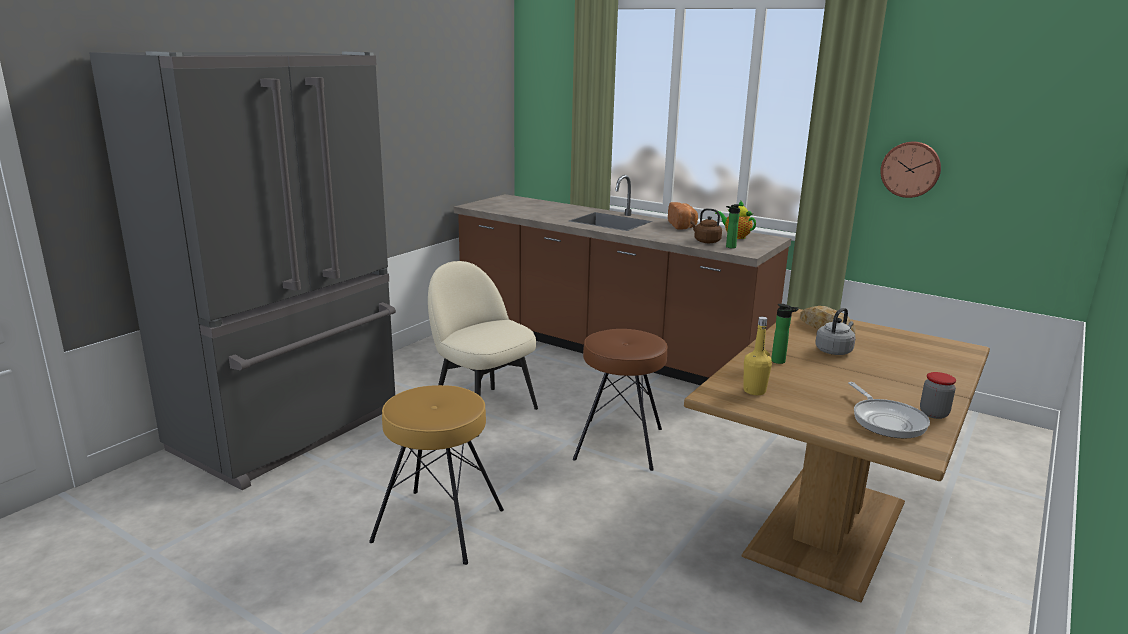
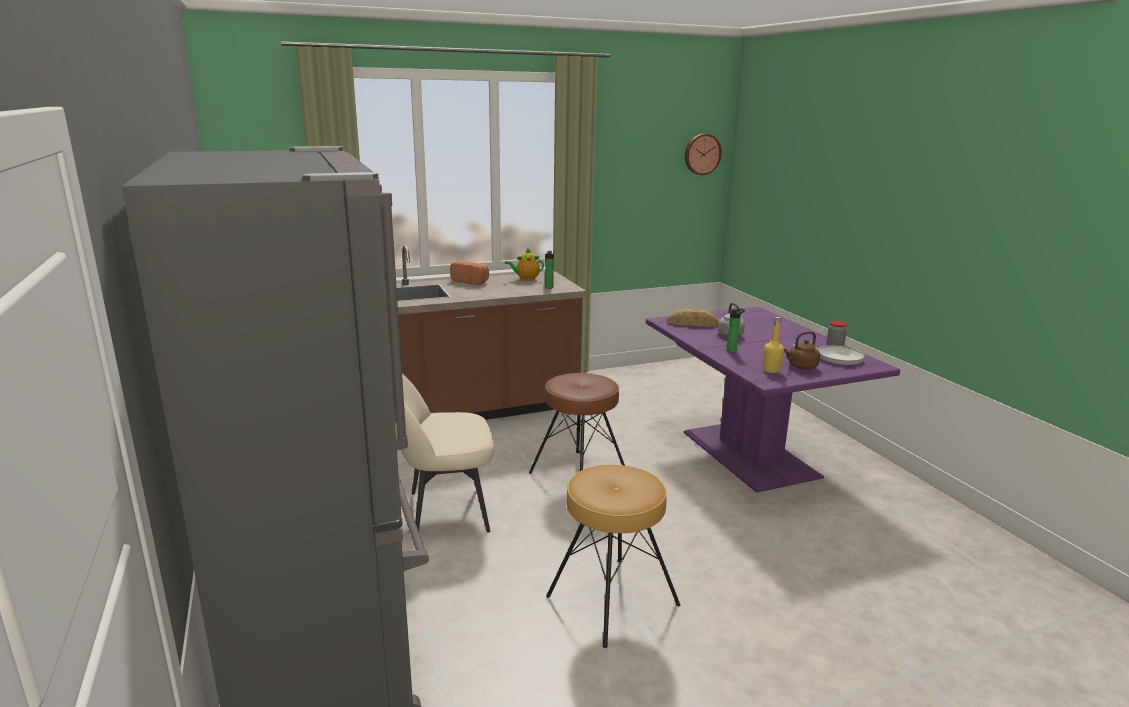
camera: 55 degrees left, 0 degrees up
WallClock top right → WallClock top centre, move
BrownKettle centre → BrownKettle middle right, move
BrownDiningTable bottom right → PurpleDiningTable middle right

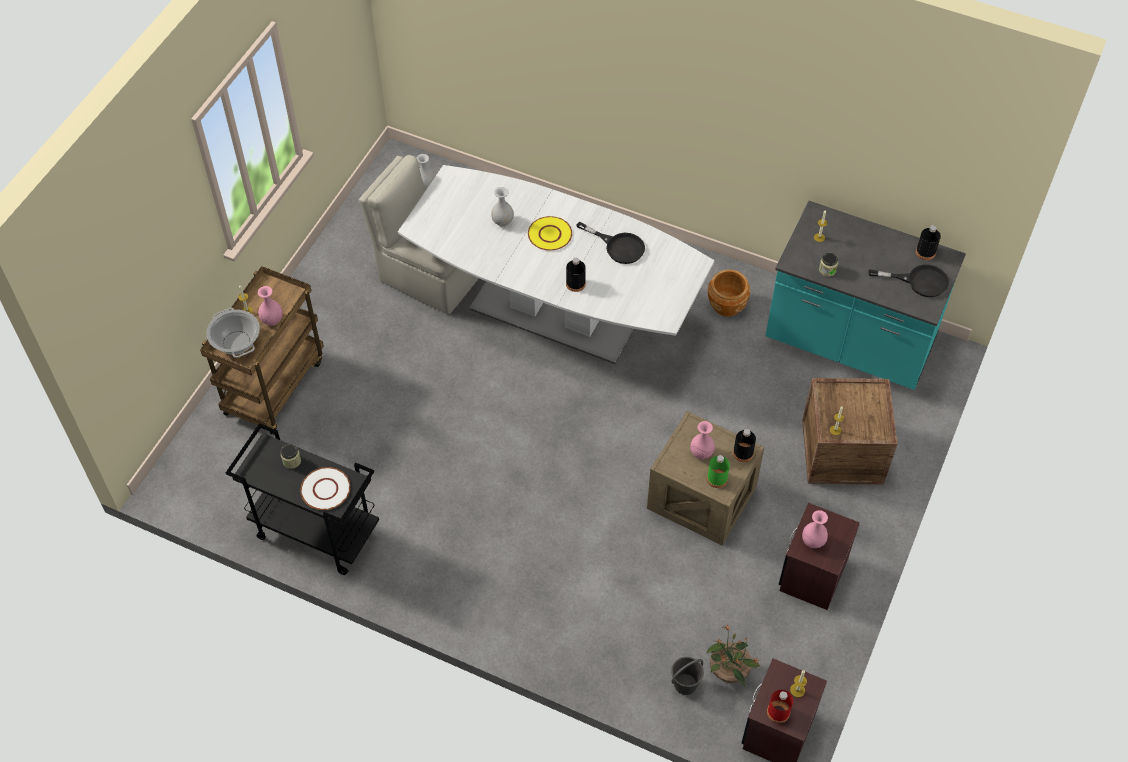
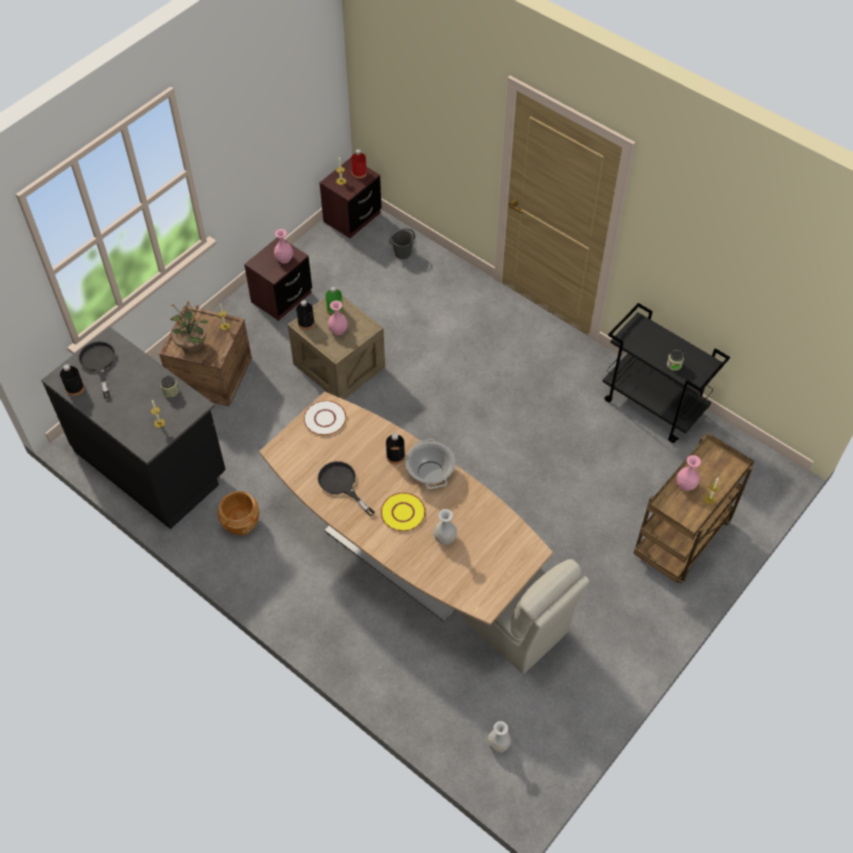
camera: 165 degrees left, 0 degrees up
WhiteDiningTable centre → BrownDiningTable centre
TurquoiseCounter middle right → BlackCounter middle left
BlackFryingPan (2nd from left in the first image) middle right → BlackFryingPan (1st from left) middle left, 45 degrees clockwise
CookingPot middle left → CookingPot centre, move
WhitePlate middle left → WhitePlate centre, move
PottedPlant bottom centre → PottedPlant middle left, move

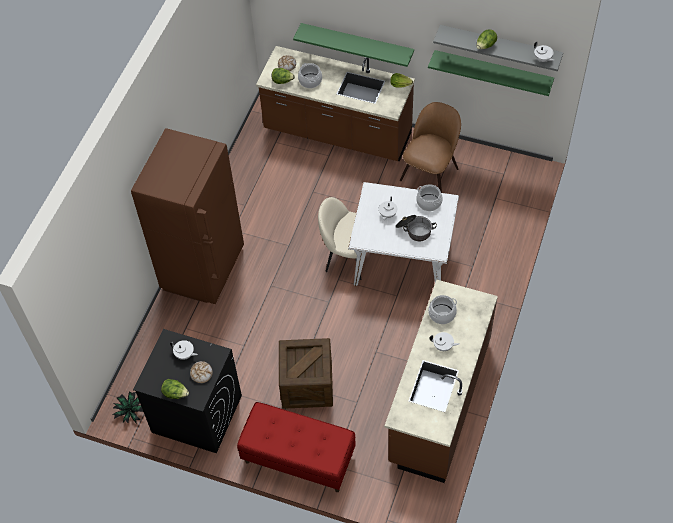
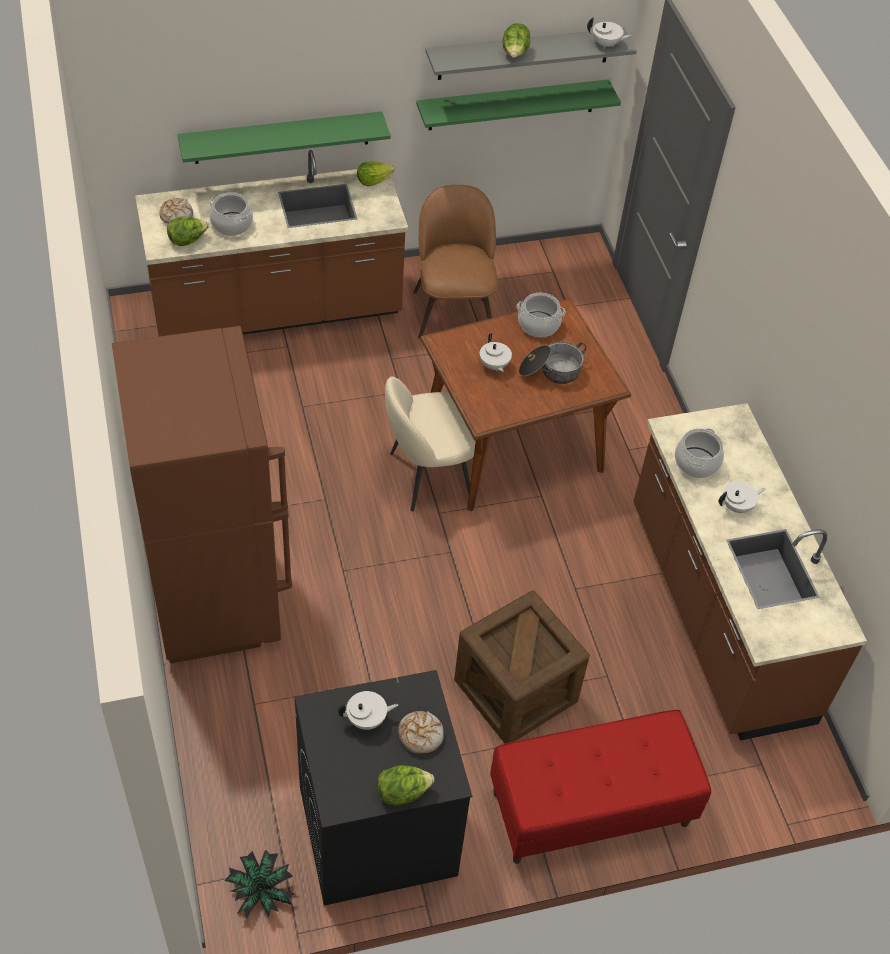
camera: 40 degrees left, 5 degrees down
WhiteDiningTable centre → BrownDiningTable centre

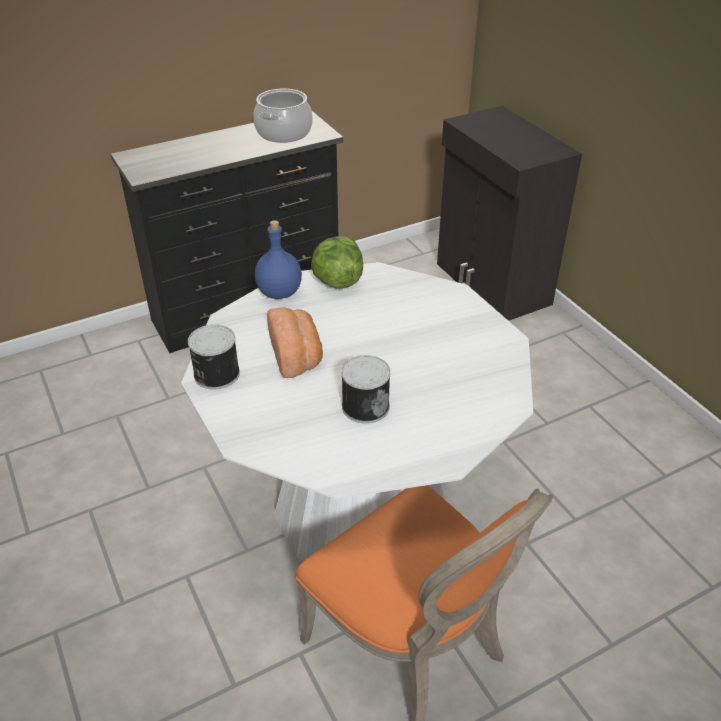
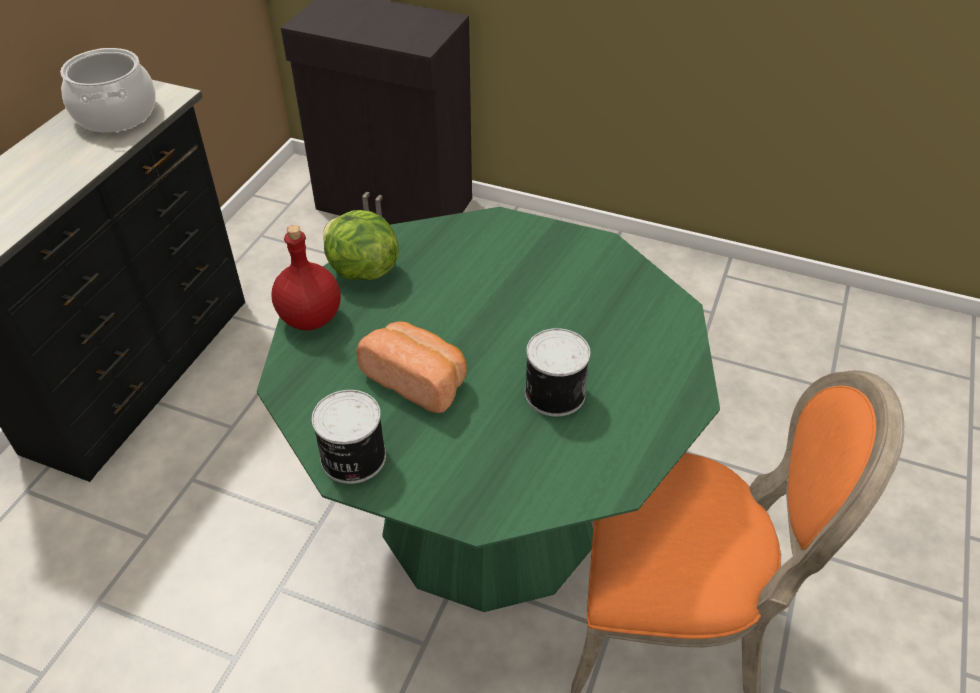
camera: 40 degrees left, 5 degrees up
BlueBottle centre → RedBottle middle left
WhiteDiningTable centre → GreenDiningTable centre

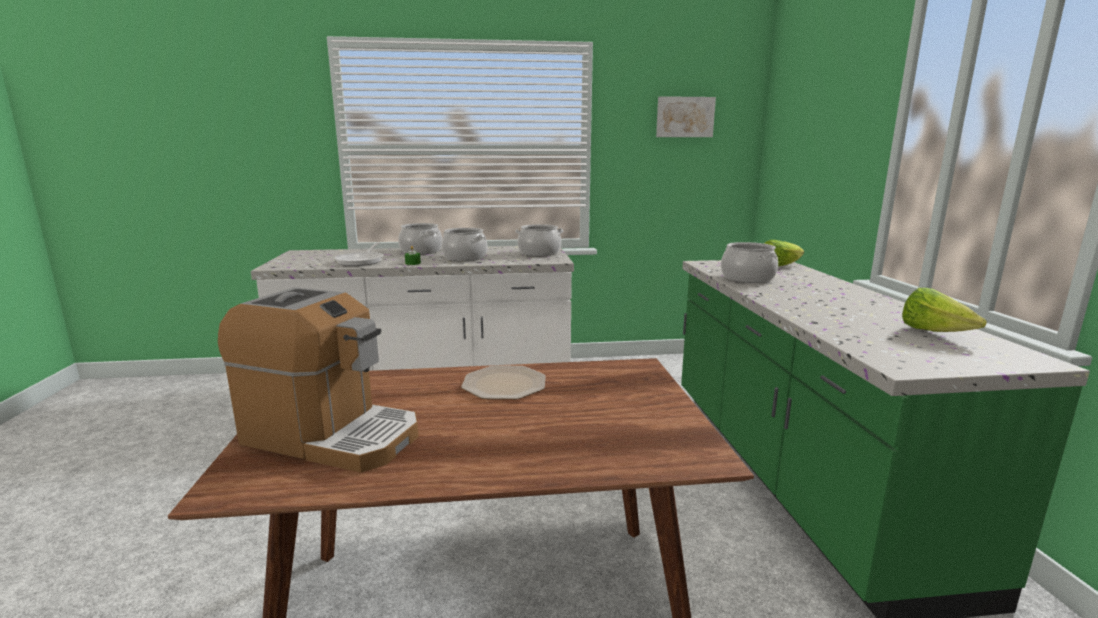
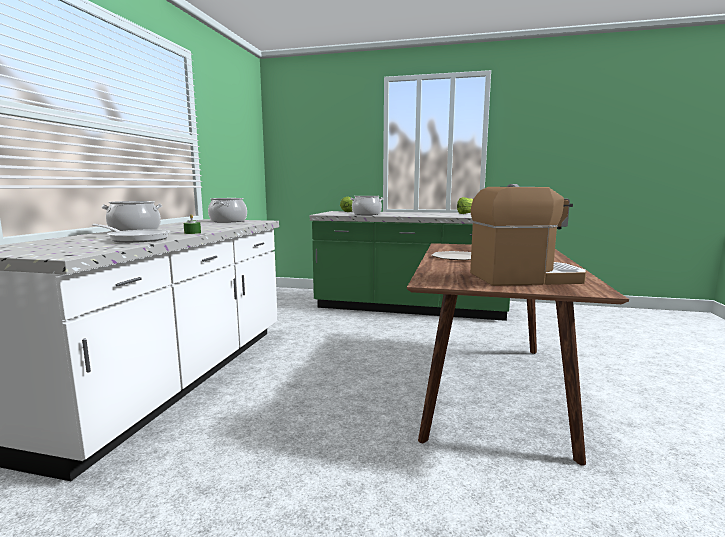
camera: 70 degrees left, 5 degrees down
Picture top centre → -
CookingPot (2nd from left) centre → -
CoffeeMachine middle left → CoffeeMachine middle right, 45 degrees clockwise

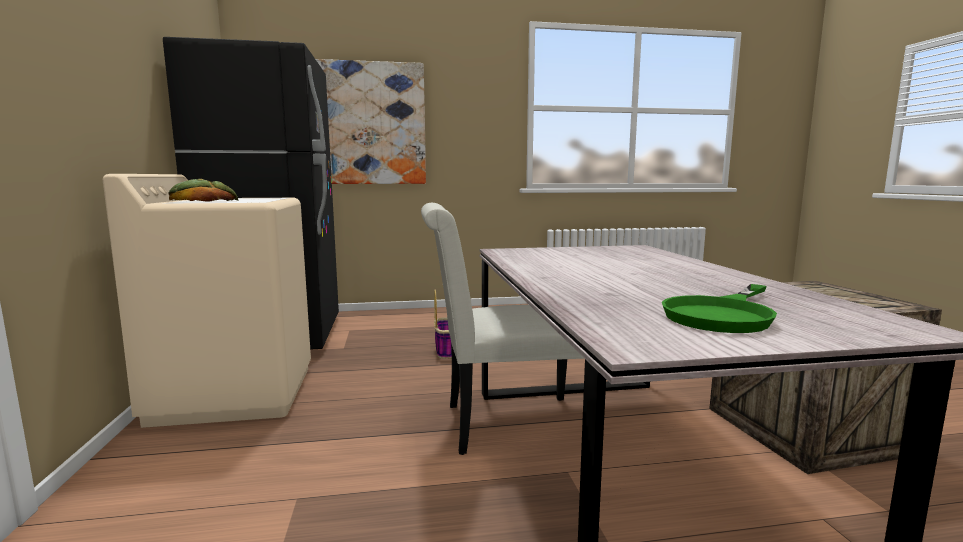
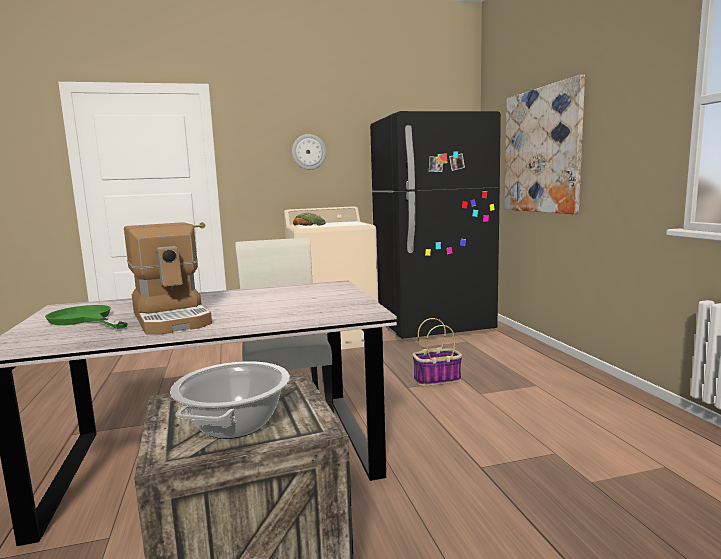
camera: 85 degrees right, 0 degrees up
- → WallClock top centre
- → CoffeeMachine middle left
- → CookingPot bottom left

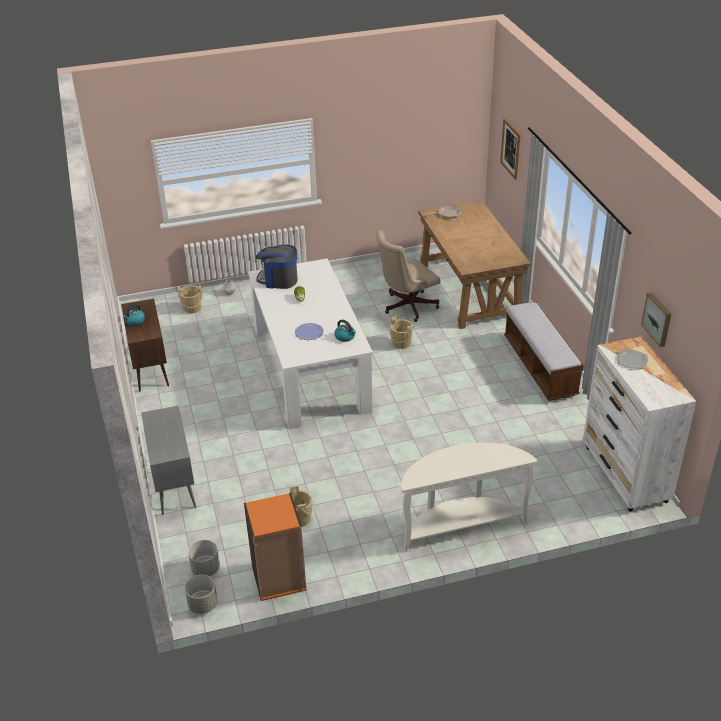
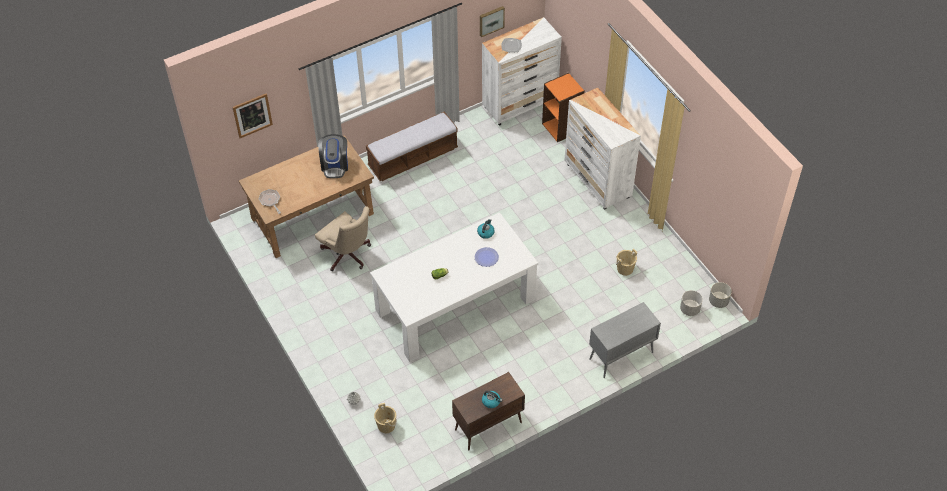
camera: 105 degrees left, 15 degrees up
CoffeeMachine centre → CoffeeMachine top centre, move
BeigeBucket (3rd from left) centre → -
WhiteConsoleTable bottom centre → WhiteDresser (2nd from left) top centre
OrangeBookcase bottom centre → OrangeBookcase top centre, move

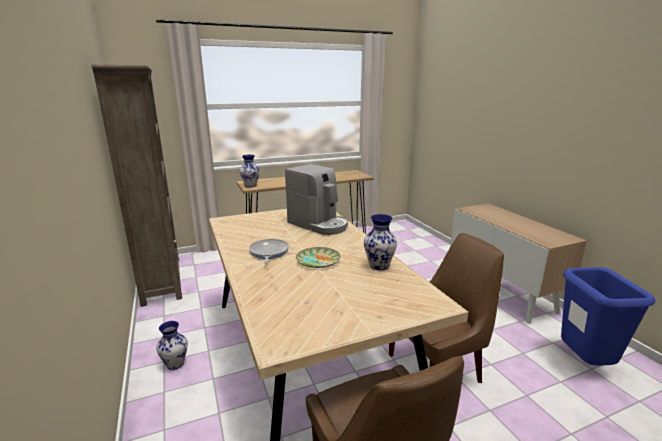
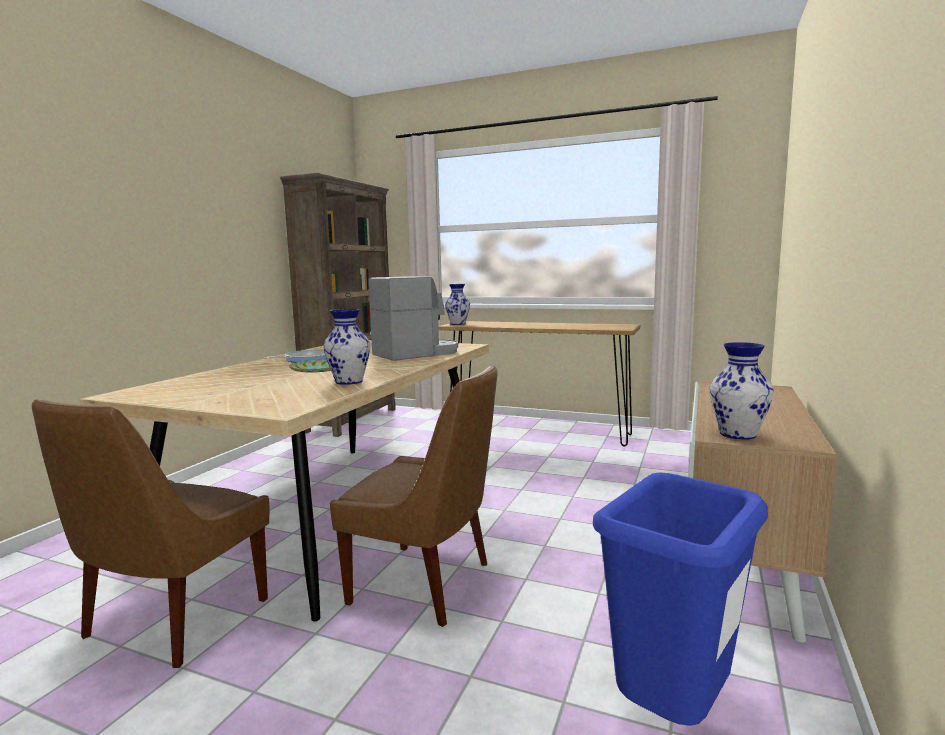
camera: 45 degrees right, 10 degrees down
CoffeeMachine centre, 120 degrees counterclockwise
Vase (1st from left in the first image) bottom left → Vase (3rd from left) middle right, move

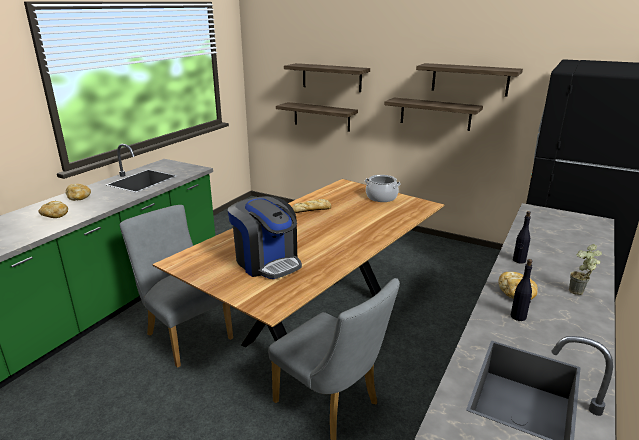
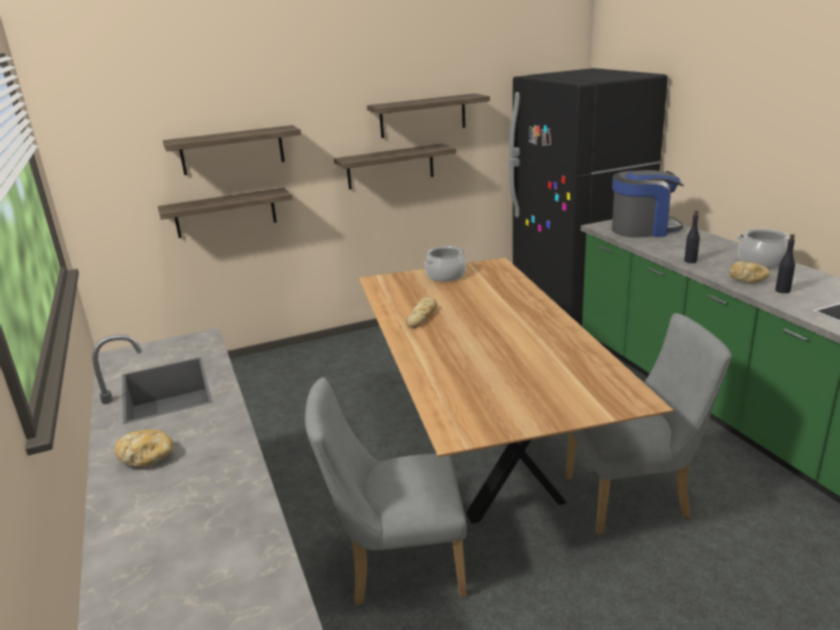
camera: 50 degrees left, 0 degrees up
CoffeeMachine centre → CoffeeMachine top right, move
Bread (1st from left) middle left → -
PottedPlant middle right → CookingPot (2nd from left) middle right

